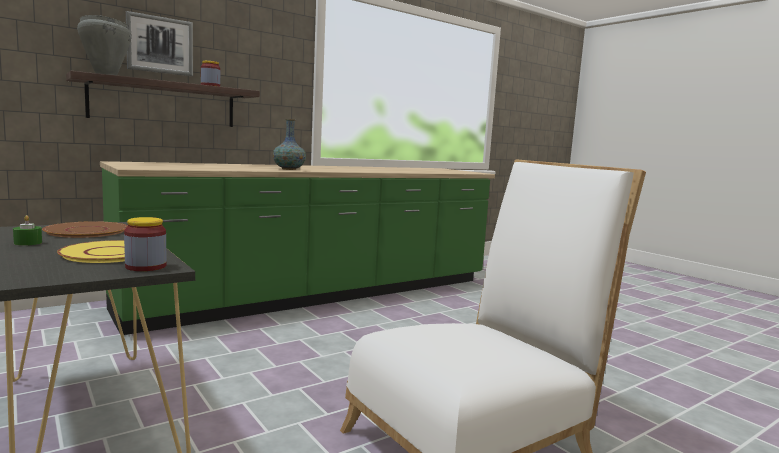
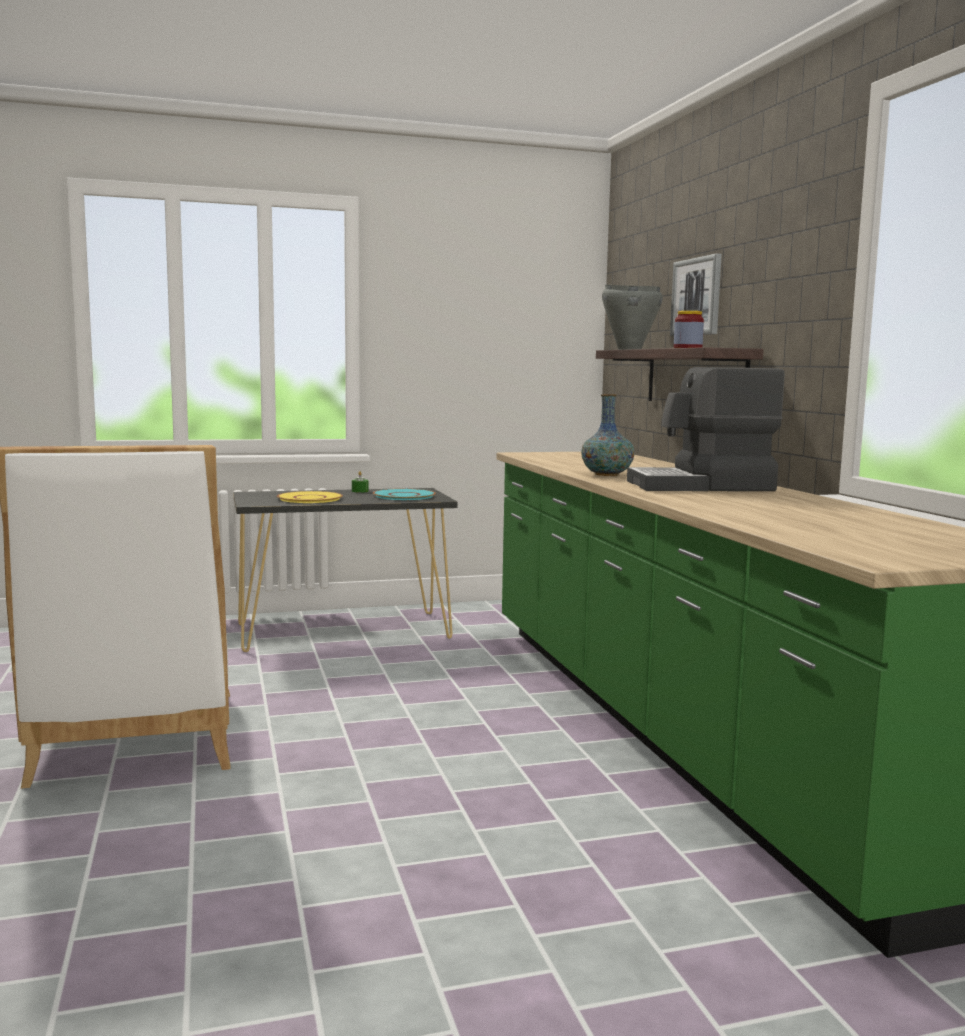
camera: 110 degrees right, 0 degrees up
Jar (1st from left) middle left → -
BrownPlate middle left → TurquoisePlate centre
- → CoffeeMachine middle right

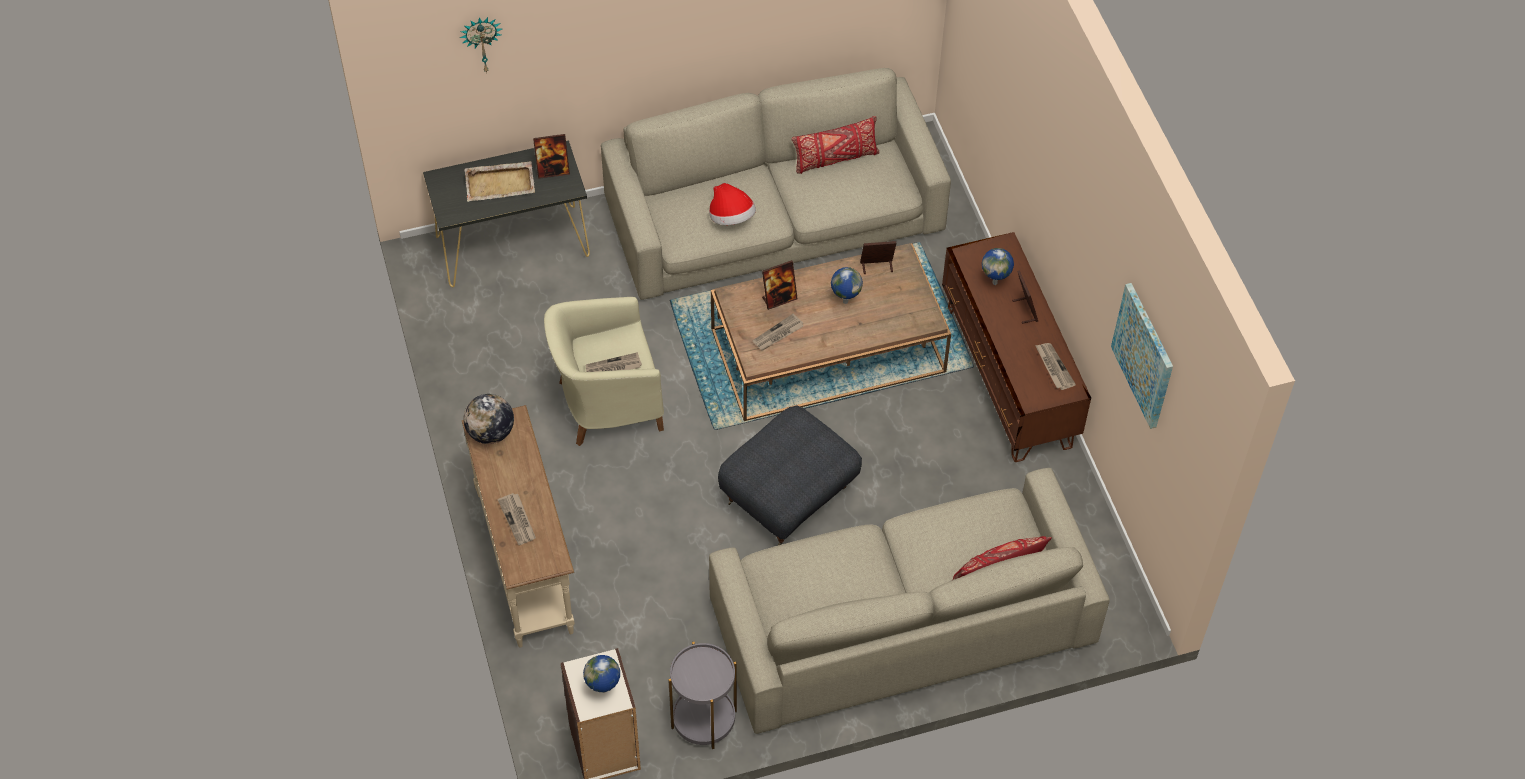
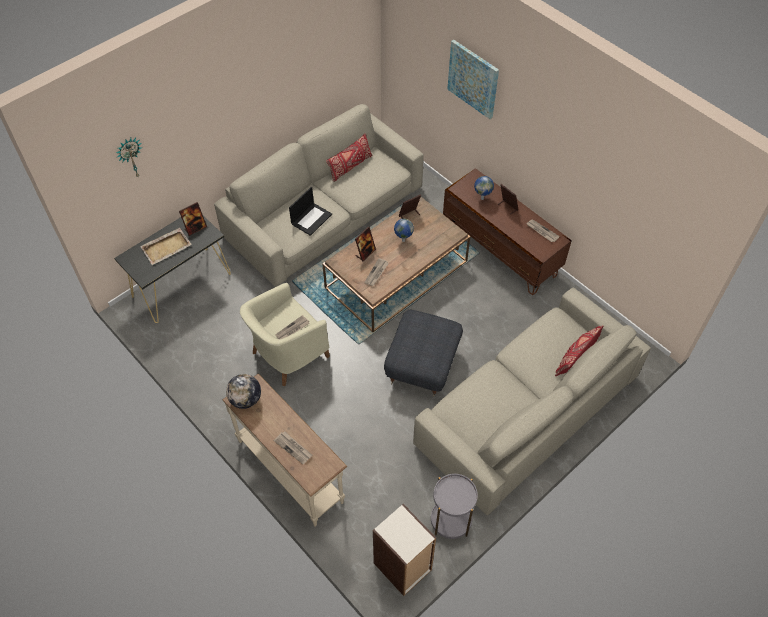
camera: 25 degrees left, 0 degrees up
Hat top centre → Laptop centre
Picture middle right → Picture top centre, move
Globe (2nd from left) bottom centre → -

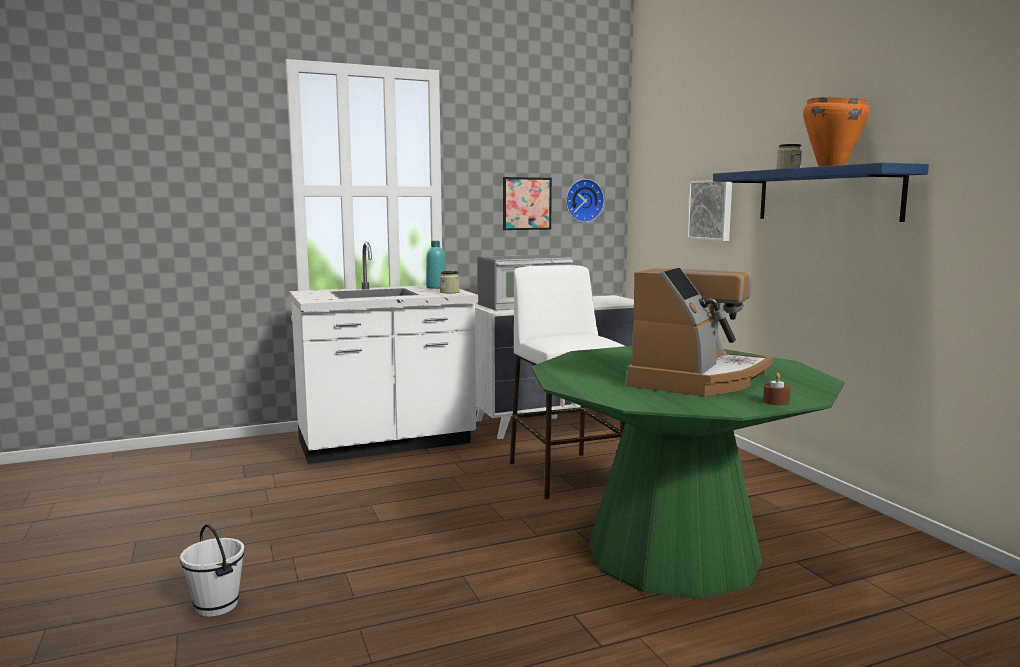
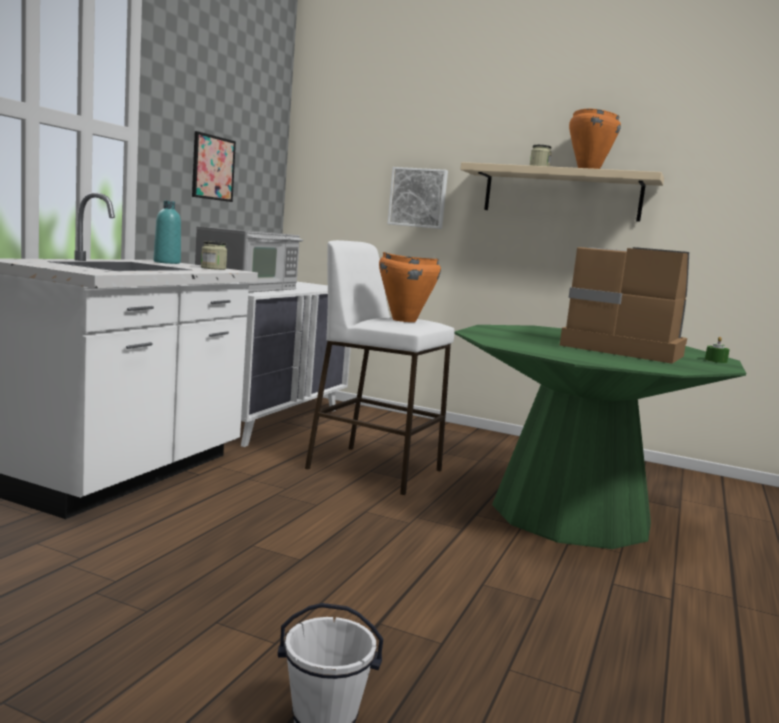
camera: 45 degrees left, 0 degrees up
BlueShelf top right → BeigeShelf top right
WallClock top centre → -
CoffeeMachine middle right, 45 degrees counterclockwise
BrownCandle middle right → GreenCandle middle right
- → OrangeCookingPot (1st from left) centre

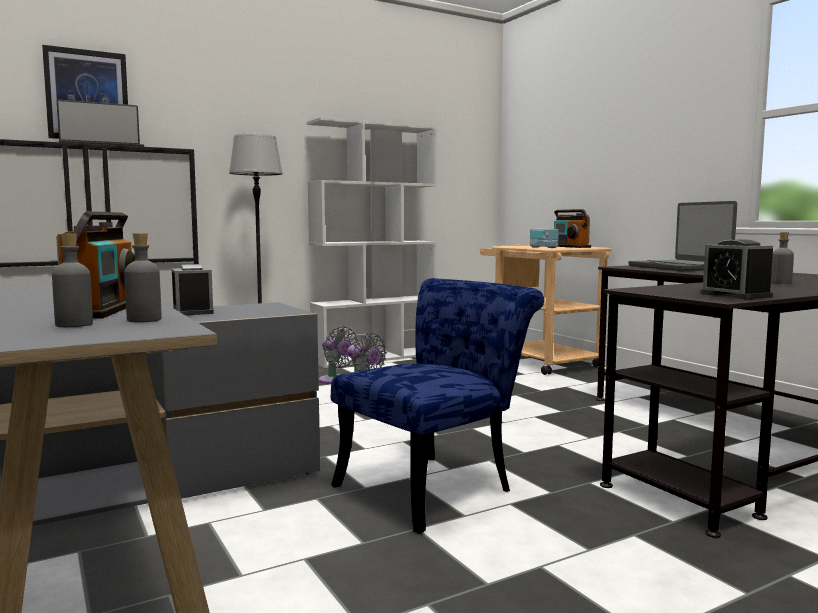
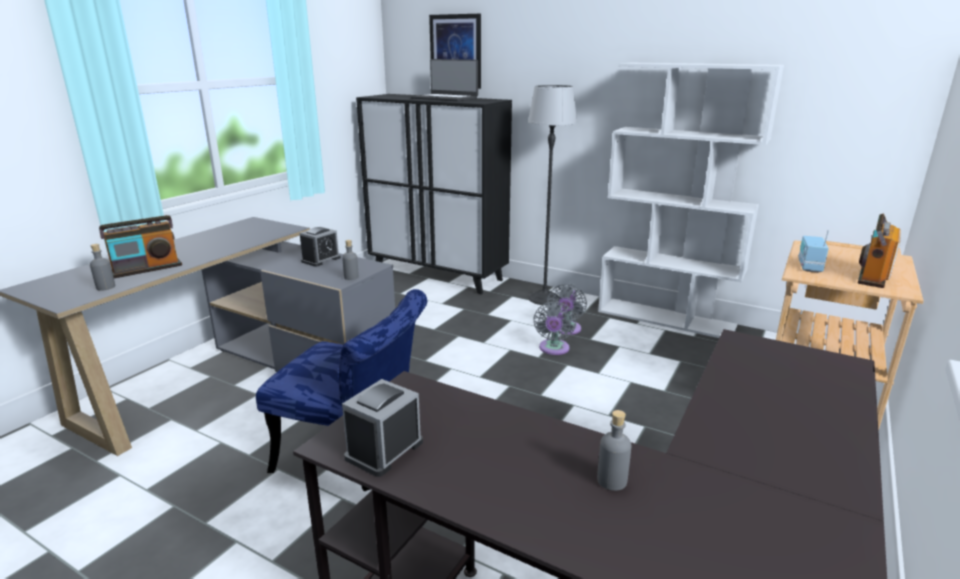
camera: 60 degrees right, 15 degrees up
Laptop (2nd from left) middle right → -
GreyBottle (1st from left in the first image) middle left → GreyBottle (2nd from left) centre, move

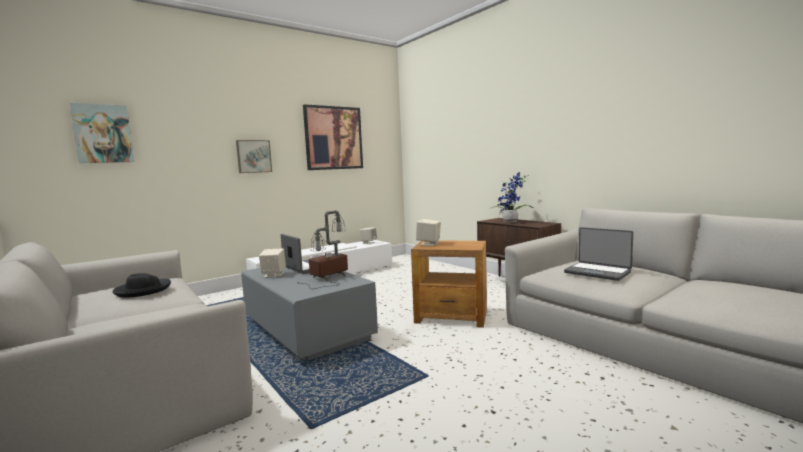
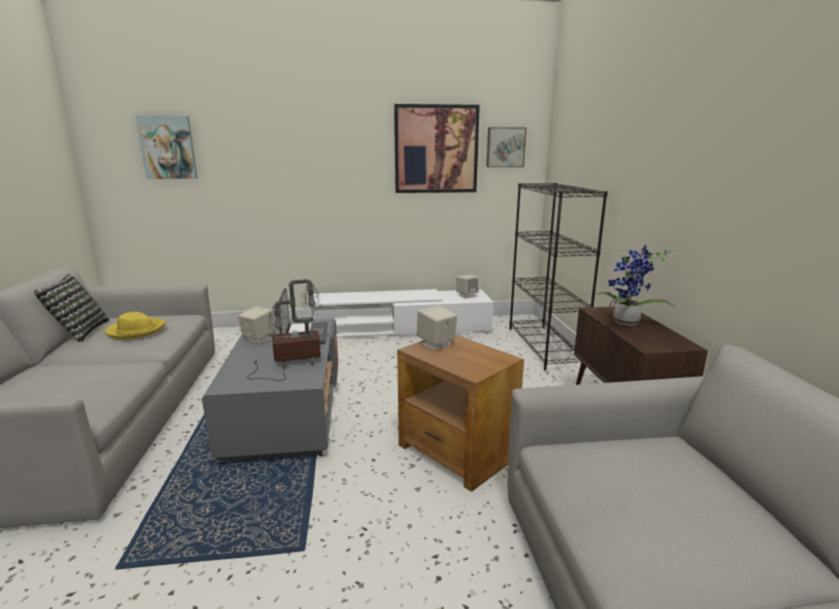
camera: 30 degrees right, 10 degrees up
Picture (2nd from left in the first image) middle left → Picture (3rd from left) top centre, move
Laptop (2nd from left) middle right → -
BlackHat middle left → YellowHat middle left
- → BlackBookcase centre
- → Pillow middle left

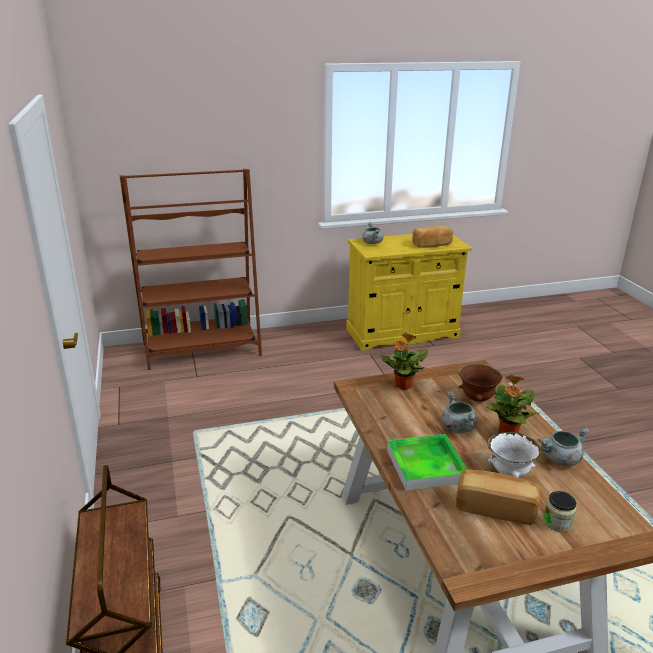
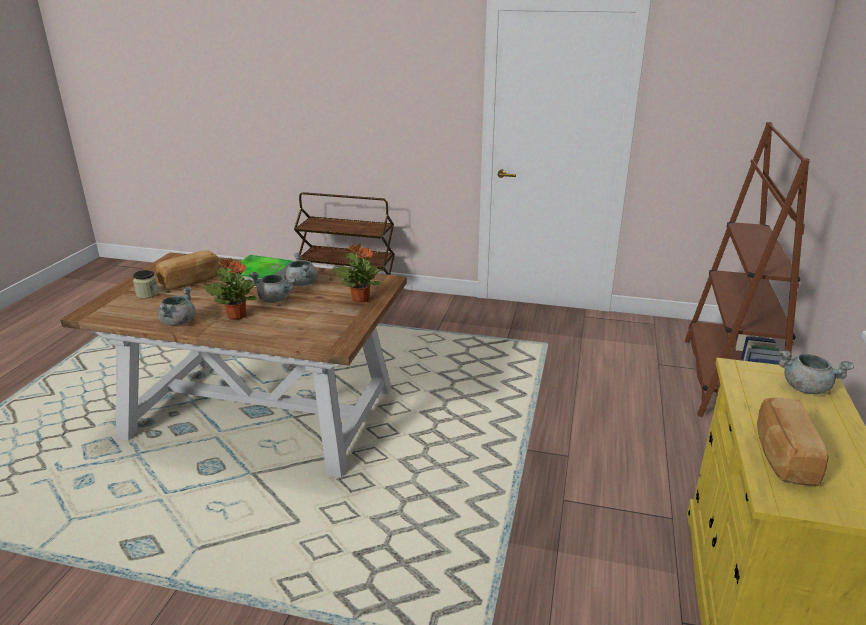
camera: 120 degrees right, 0 degrees up
BrownBowl middle right → -
WhiteBowl bottom right → -
- → GreyCookingPot (3rd from left) centre

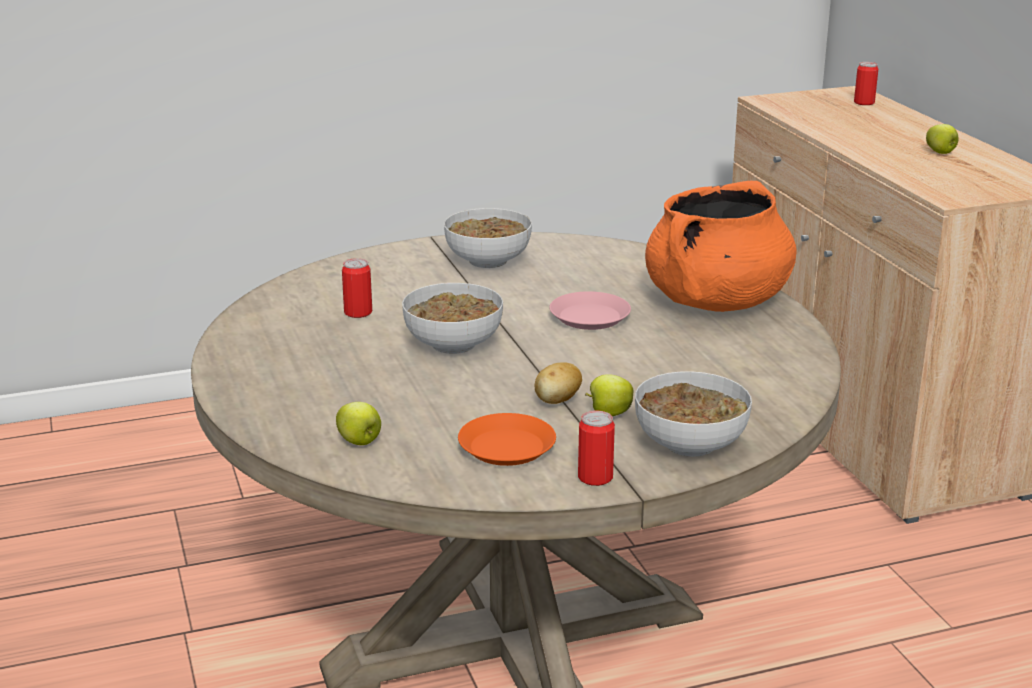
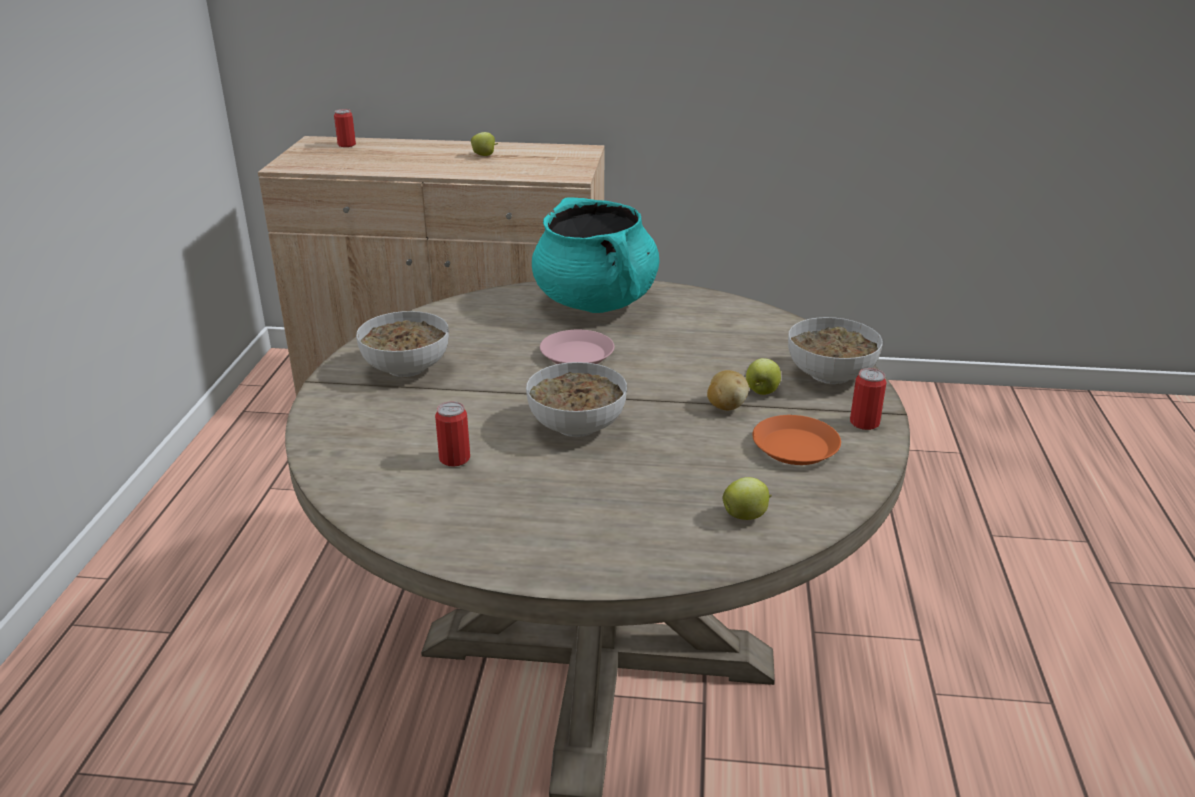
camera: 65 degrees left, 5 degrees up
OrangeCookingPot middle right → TurquoiseCookingPot top centre

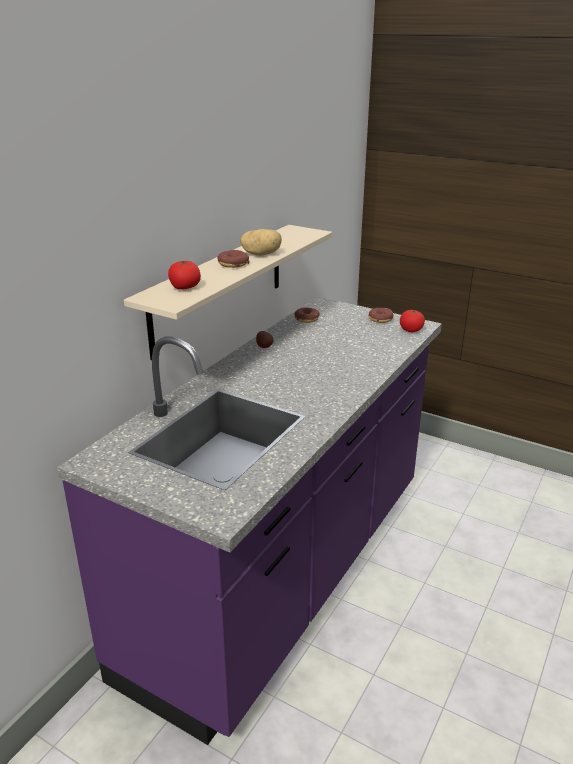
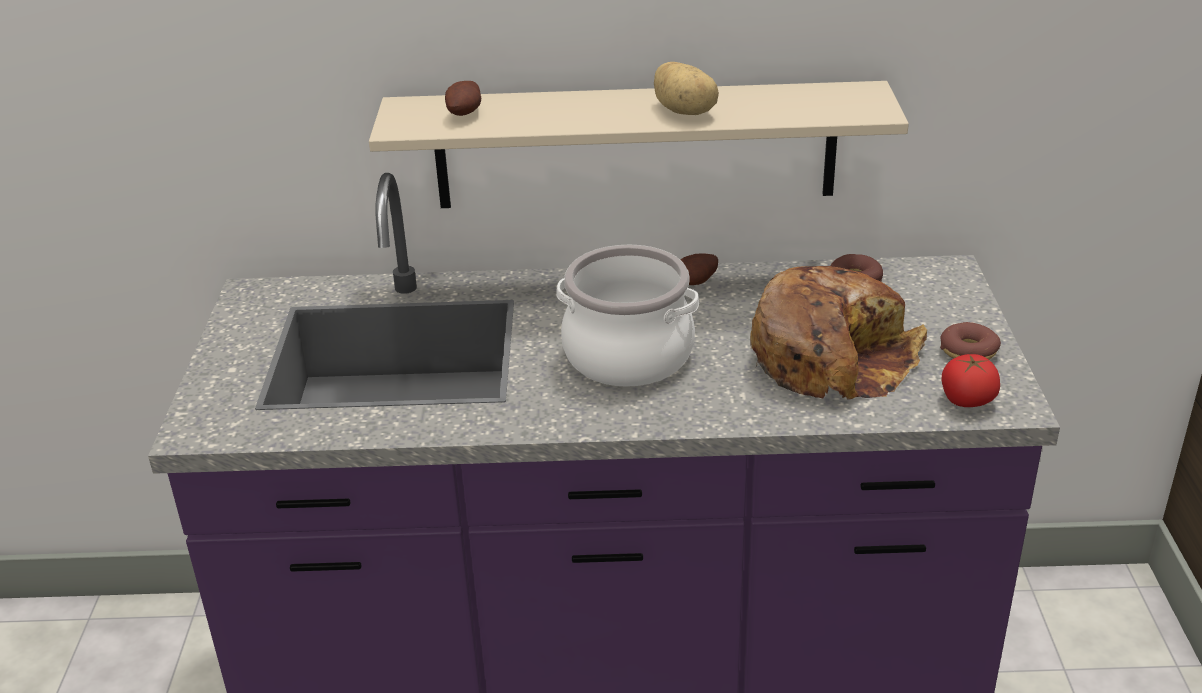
camera: 60 degrees right, 5 degrees up
Donut (1st from left) centre → -
Tomato (1st from left) middle left → Potato (1st from left) top centre
- → CookingPot centre
- → Bread middle right

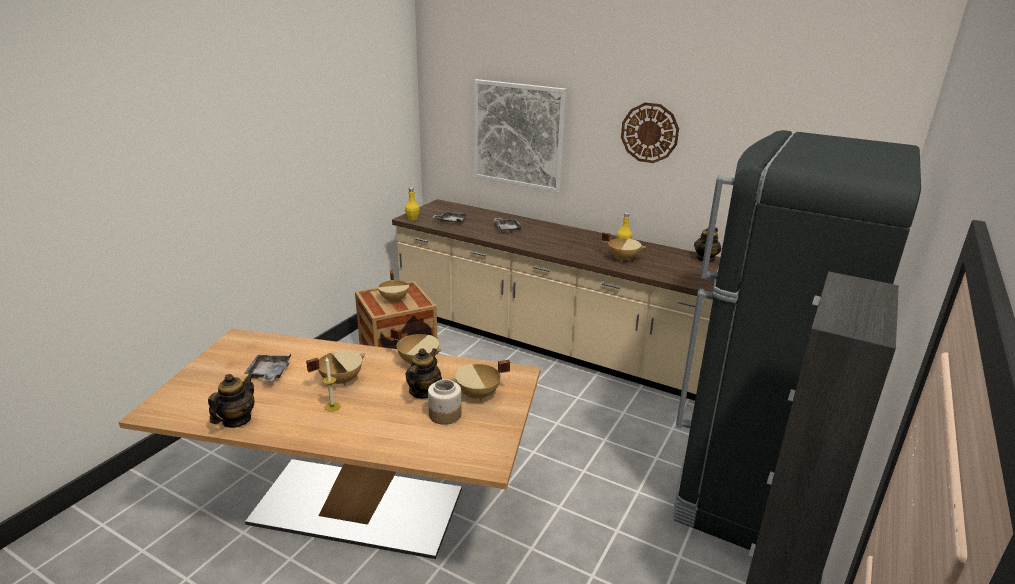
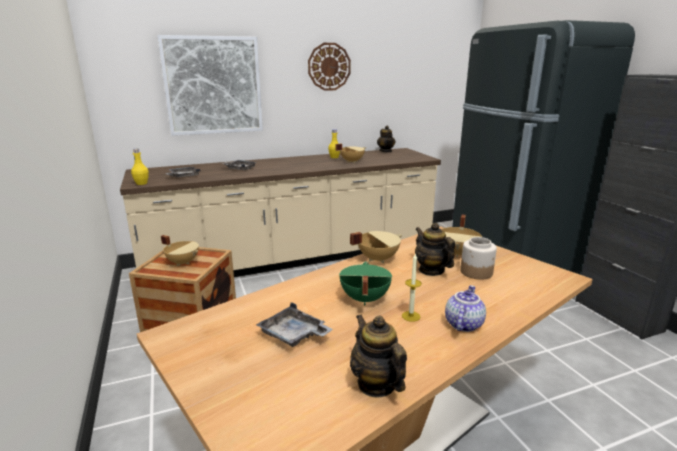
camera: 50 degrees left, 5 degrees down
BeigeCookingPot (1st from left) middle left → GreenCookingPot centre
- → Teapot (4th from left) bottom right

